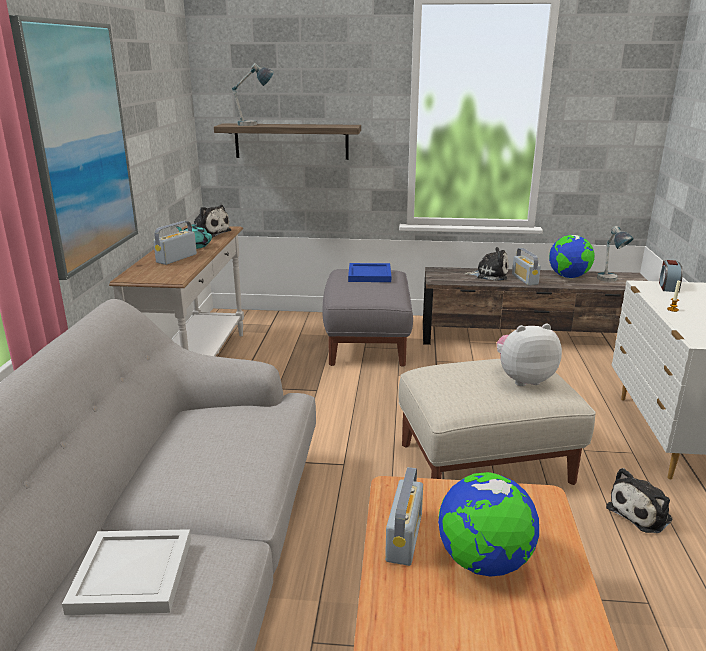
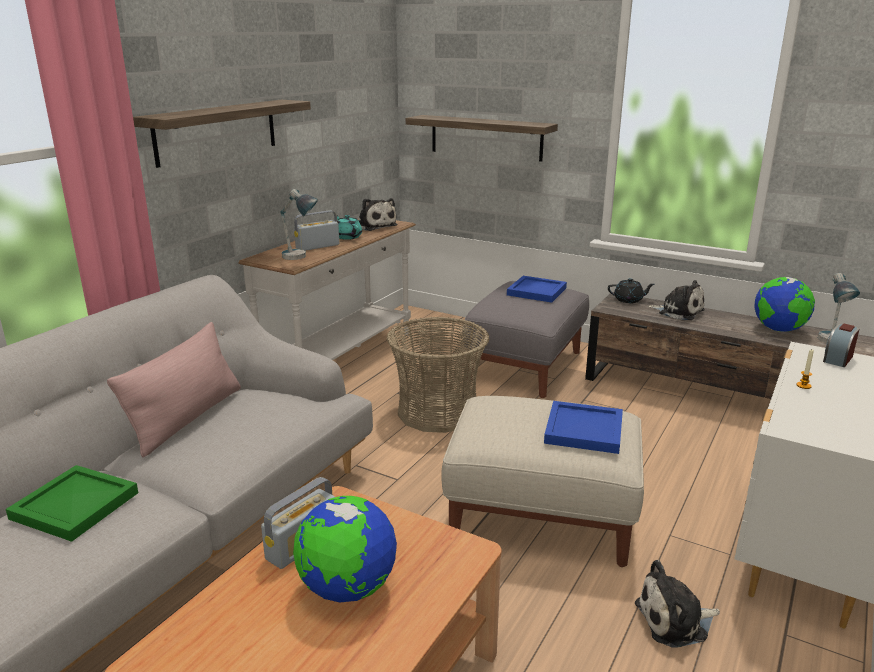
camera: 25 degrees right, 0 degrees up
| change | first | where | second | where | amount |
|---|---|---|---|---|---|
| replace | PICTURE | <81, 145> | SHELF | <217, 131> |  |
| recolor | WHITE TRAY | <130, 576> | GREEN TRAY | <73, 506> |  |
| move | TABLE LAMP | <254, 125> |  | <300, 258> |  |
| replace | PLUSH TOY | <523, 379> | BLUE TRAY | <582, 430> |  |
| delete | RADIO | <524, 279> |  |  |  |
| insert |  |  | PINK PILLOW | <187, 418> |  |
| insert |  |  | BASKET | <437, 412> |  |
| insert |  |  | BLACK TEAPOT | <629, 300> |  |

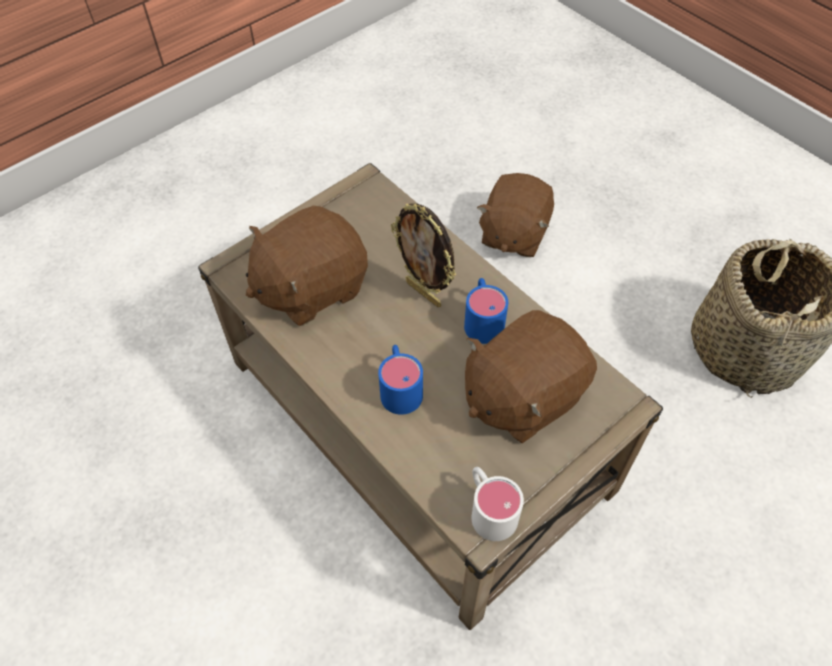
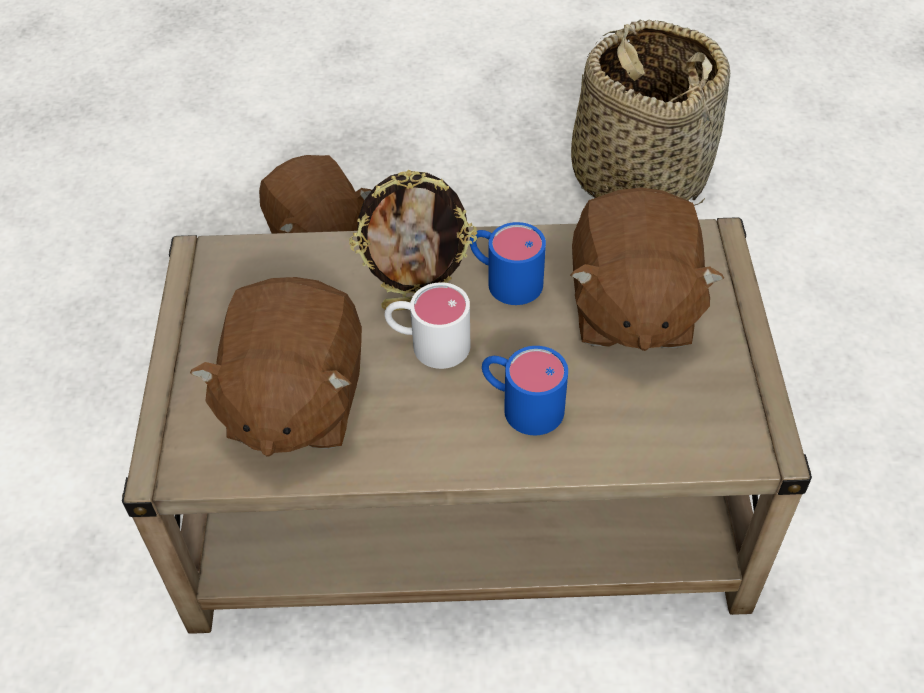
camera: 50 degrees left, 5 degrees down
| change | first | where | second | where | amount |
|---|---|---|---|---|---|
| move | WHITE MUG | <489, 508> |  | <428, 343> |  |

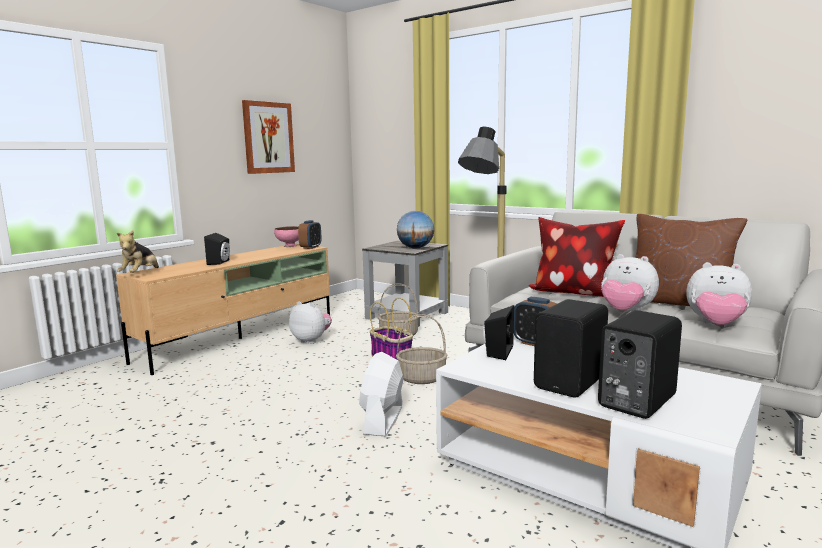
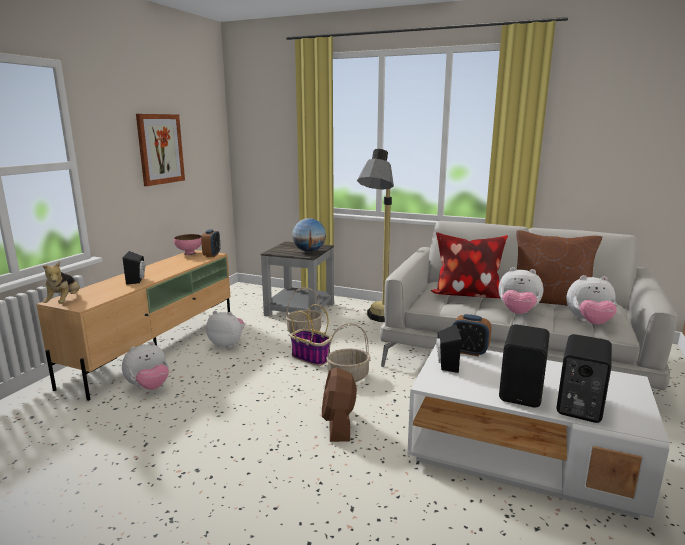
camera: 15 degrees left, 5 degrees up
| change | first | where | second | where | amount |
|---|---|---|---|---|---|
| recolor | WHITE FAN | <383, 420> | BROWN FAN | <338, 424> |  |
| insert |  |  | PLUSH TOY | <149, 387> |  |

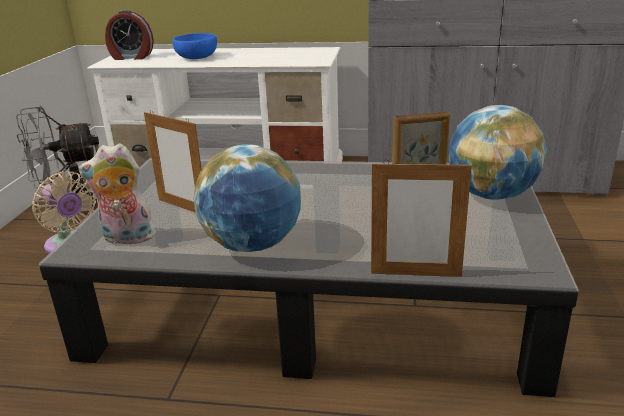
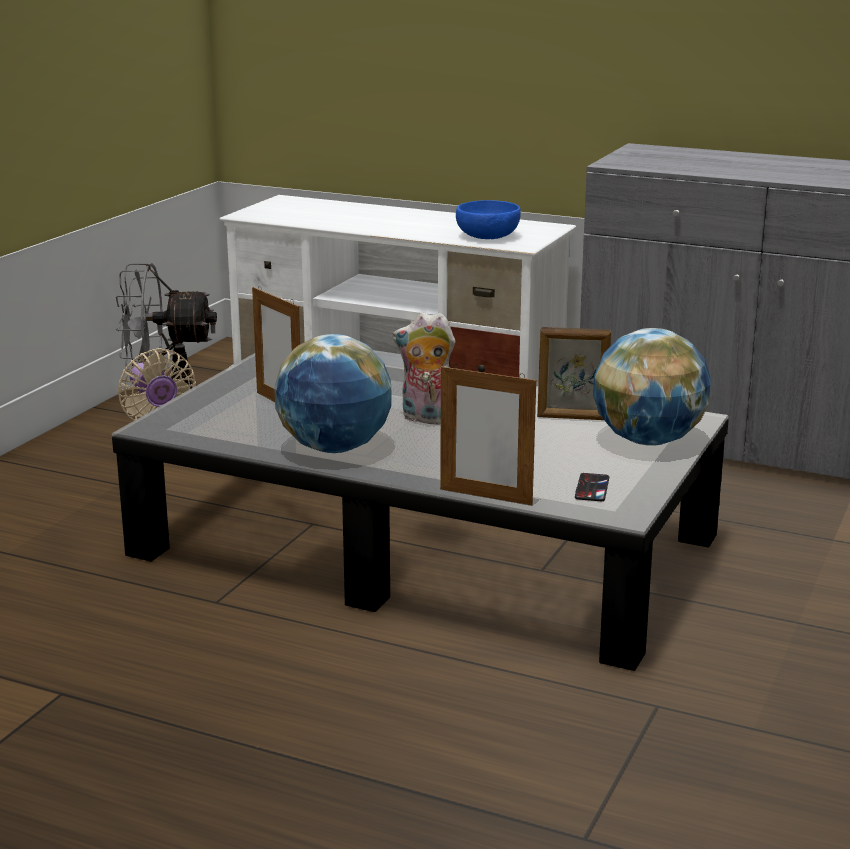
camera: 15 degrees right, 5 degrees down
| change | first | where | second | where | amount |
|---|---|---|---|---|---|
| move | PLUSH TOY | <127, 239> |  | <427, 419> |  |
| delete | ALARM CLOCK | <132, 57> |  |  |  |
| move | BLUE BOWL | <197, 57> |  | <488, 236> |  |
| insert |  |  | PHONE | <592, 488> |  |

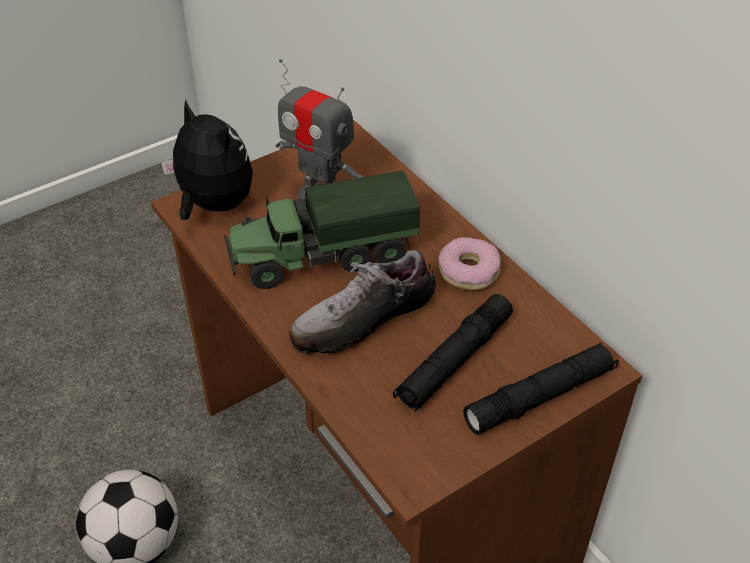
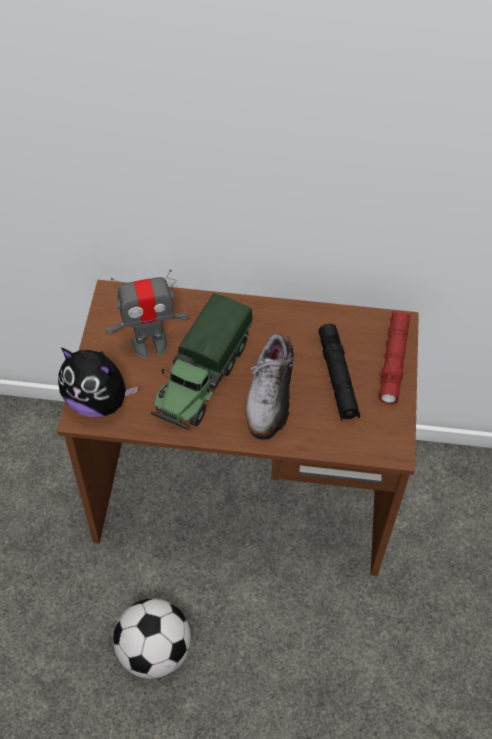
camera: 50 degrees left, 10 degrees up
| change | first | where | second | where | amount |
|---|---|---|---|---|---|
| rotate | PLUSH TOY | <213, 205> |  | <98, 401> | 150 degrees counterclockwise |
| delete | DONUT | <469, 271> |  |  |  |
| recolor | BLACK FLASHLIGHT | <540, 396> | RED FLASHLIGHT | <393, 361> |  |

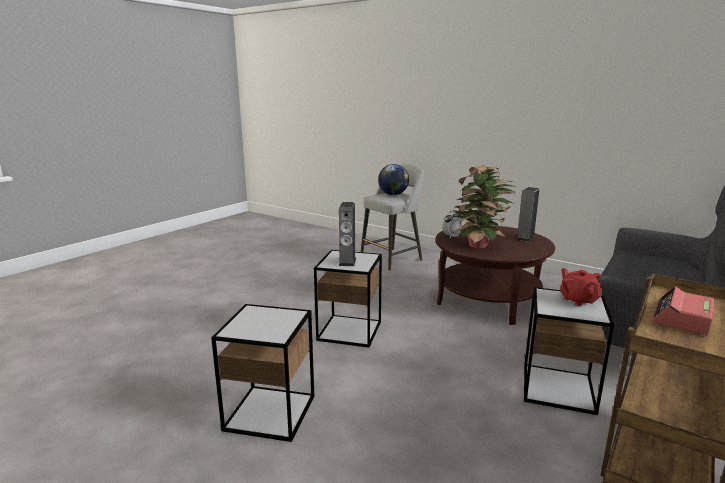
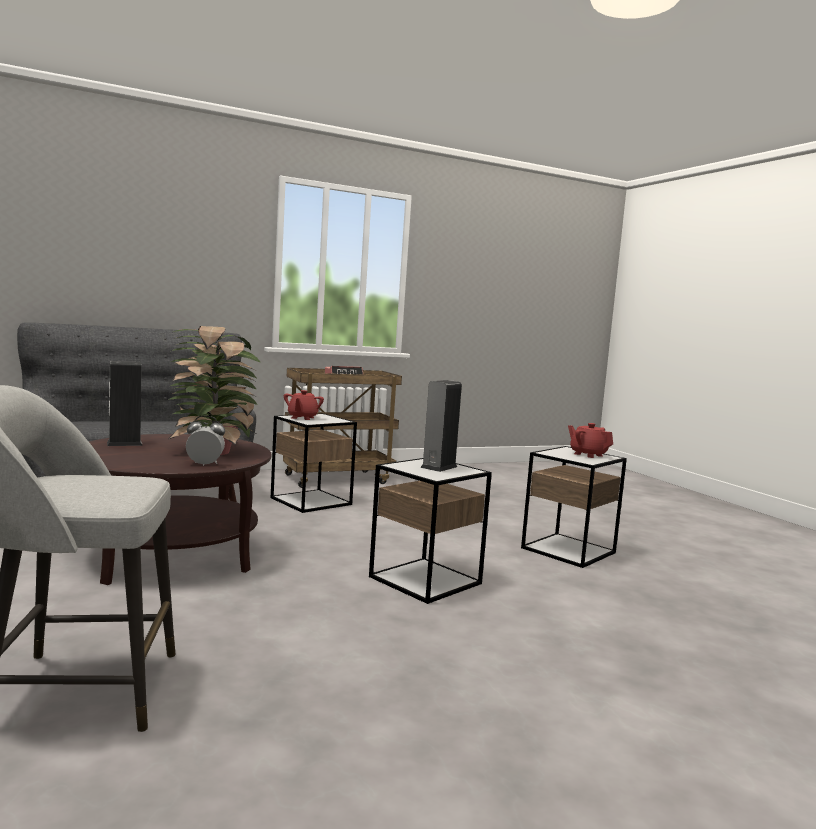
camera: 150 degrees left, 10 degrees down
| change | first | where | second | where | amount |
|---|---|---|---|---|---|
| delete | GLOBE | <393, 195> |  |  |  |
| insert |  |  | RED TEAPOT | <588, 454> |  |

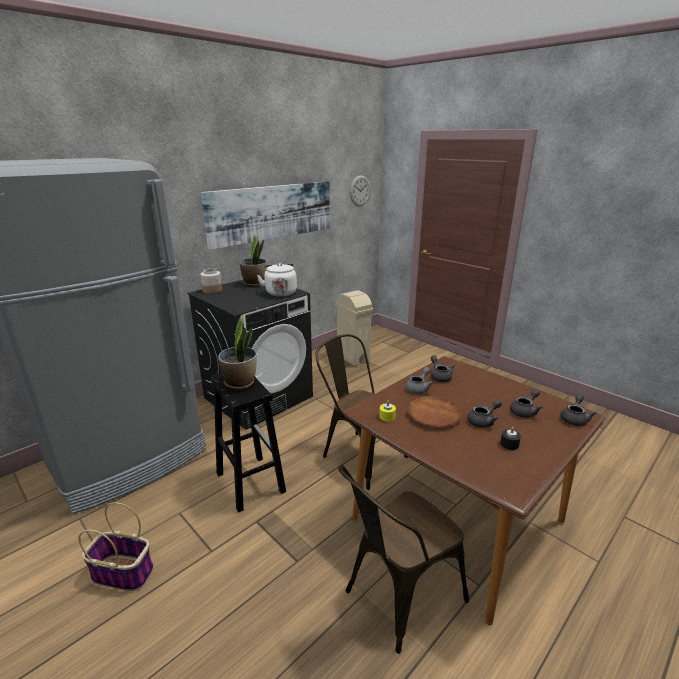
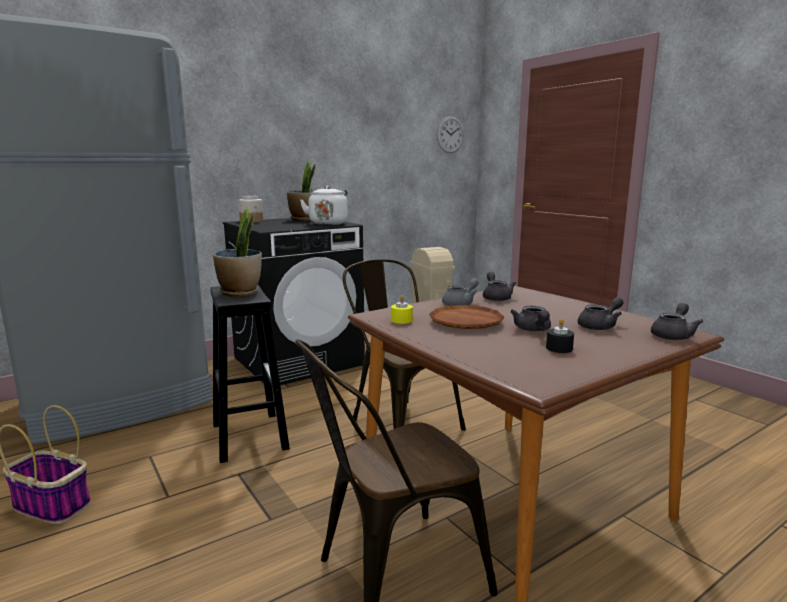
camera: 10 degrees right, 10 degrees down
| change | first | where | second | where | amount |
|---|---|---|---|---|---|
| delete | PICTURE | <272, 212> |  |  |  |
| rotate | GREY TEAPOT | <483, 421> |  | <533, 330> | 105 degrees clockwise |

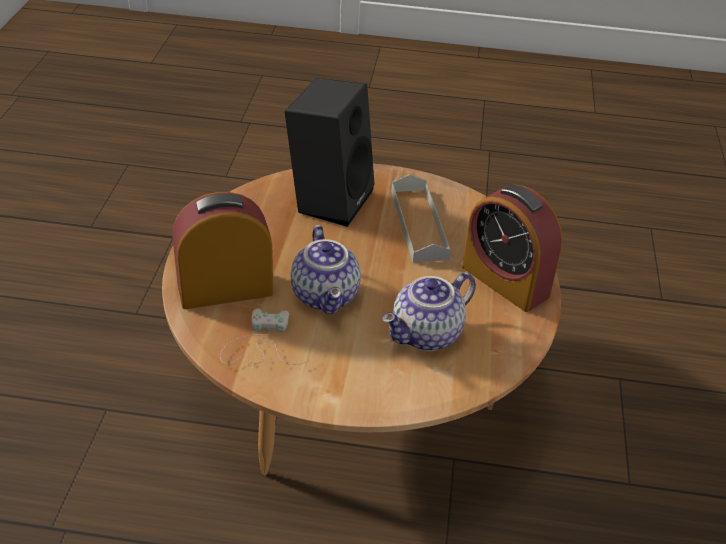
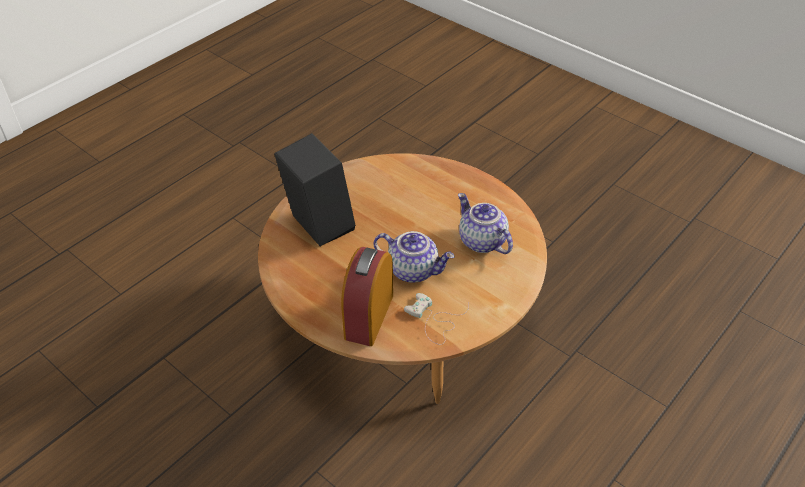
camera: 55 degrees left, 5 degrees up
| change | first | where | second | where | amount |
|---|---|---|---|---|---|
| rotate | TEAPOT | <427, 336> |  | <481, 241> | 150 degrees clockwise |
| delete | GREY TRAY | <419, 224> |  |  |  |
| delete | ALARM CLOCK | <505, 281> |  |  |  |

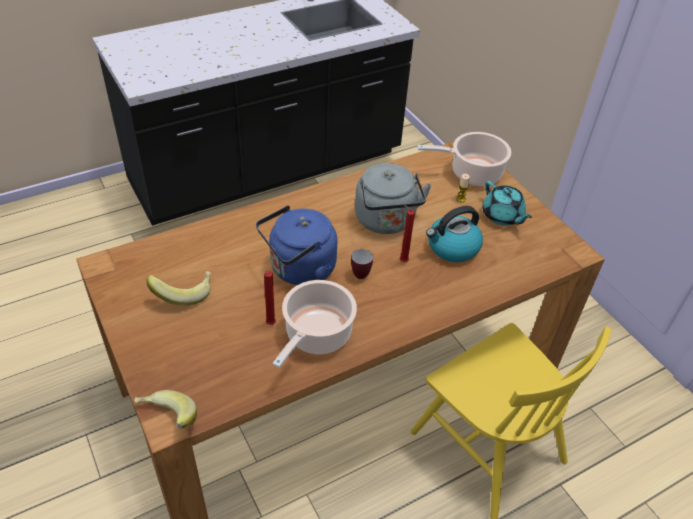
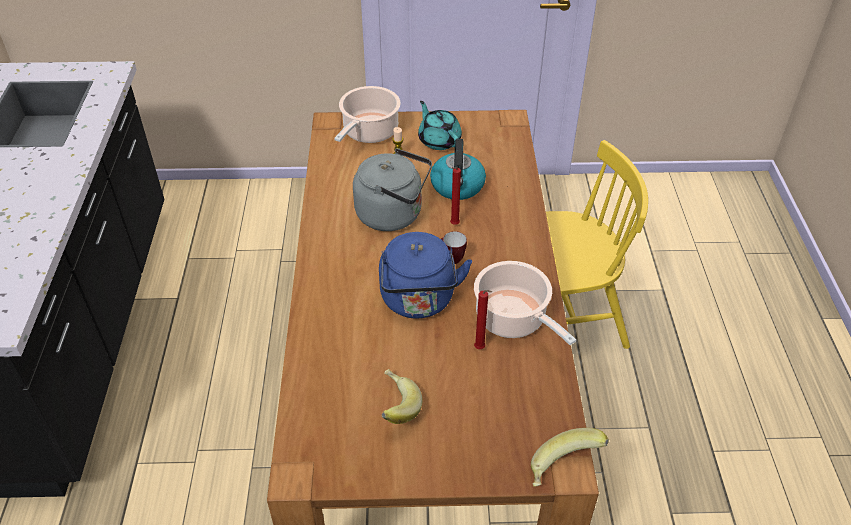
camera: 60 degrees left, 0 degrees up
| change | first | where | second | where | amount |
|---|---|---|---|---|---|
| rotate | TURQUOISE TEAPOT | <502, 216> |  | <439, 140> | 120 degrees counterclockwise |

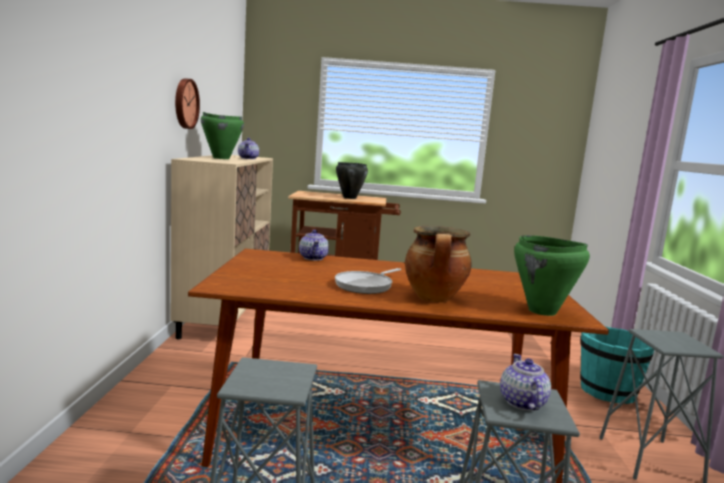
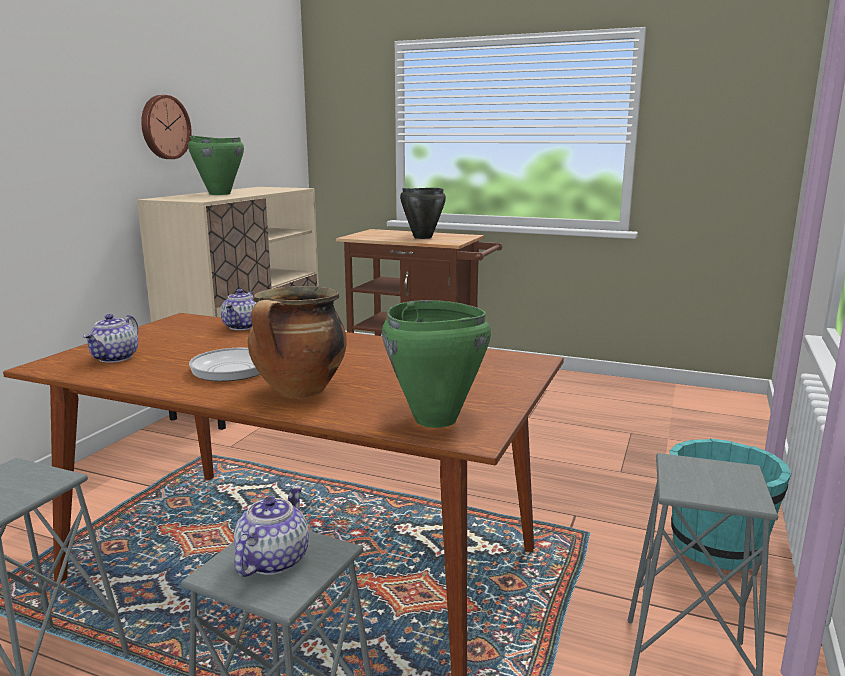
camera: 20 degrees right, 5 degrees up
| change | first | where | second | where | amount |
|---|---|---|---|---|---|
| move | TEAPOT | <248, 158> |  | <115, 358> |  |

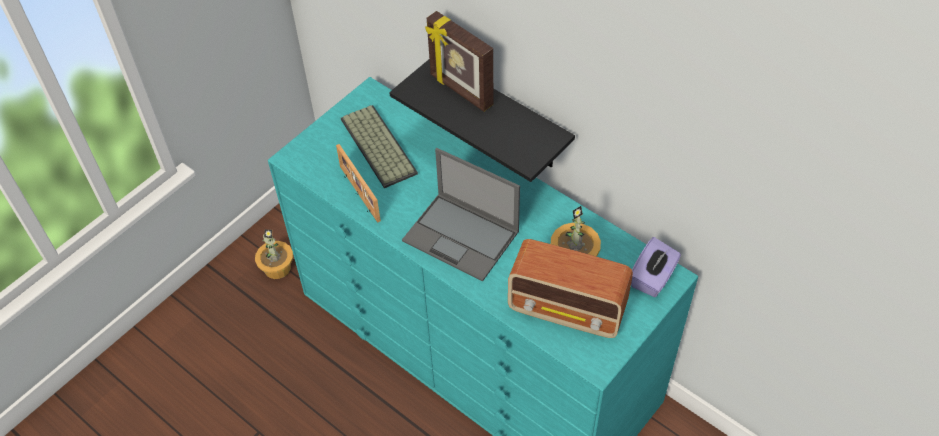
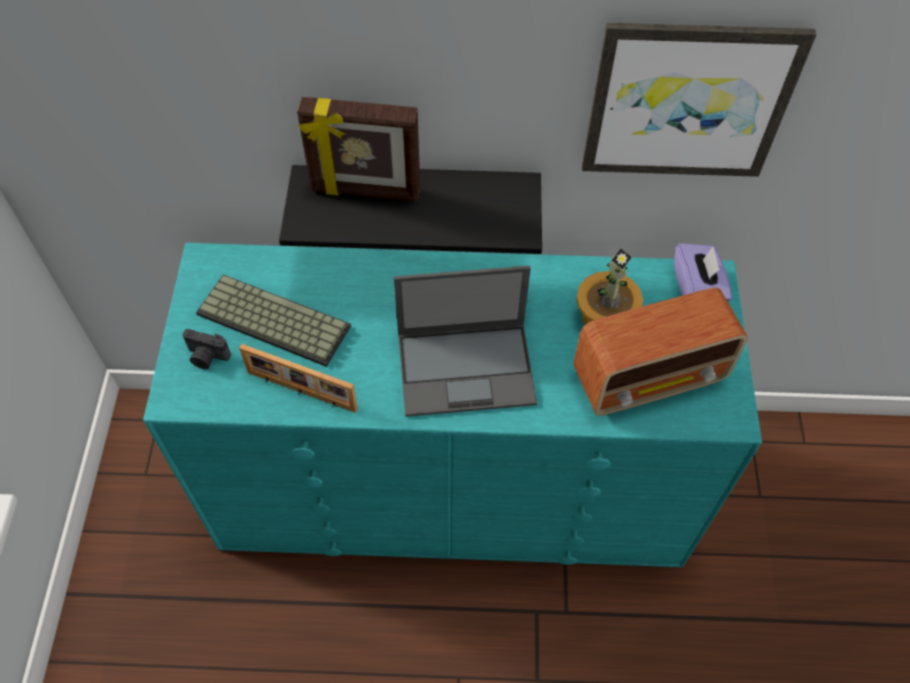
camera: 40 degrees left, 5 degrees up
| change | first | where | second | where | amount |
|---|---|---|---|---|---|
| delete | POTTED PLANT | <277, 267> |  |  |  |
| insert |  |  | PHOTO CAMERA | <207, 357> |  |
| insert |  |  | PICTURE | <688, 101> |  |

